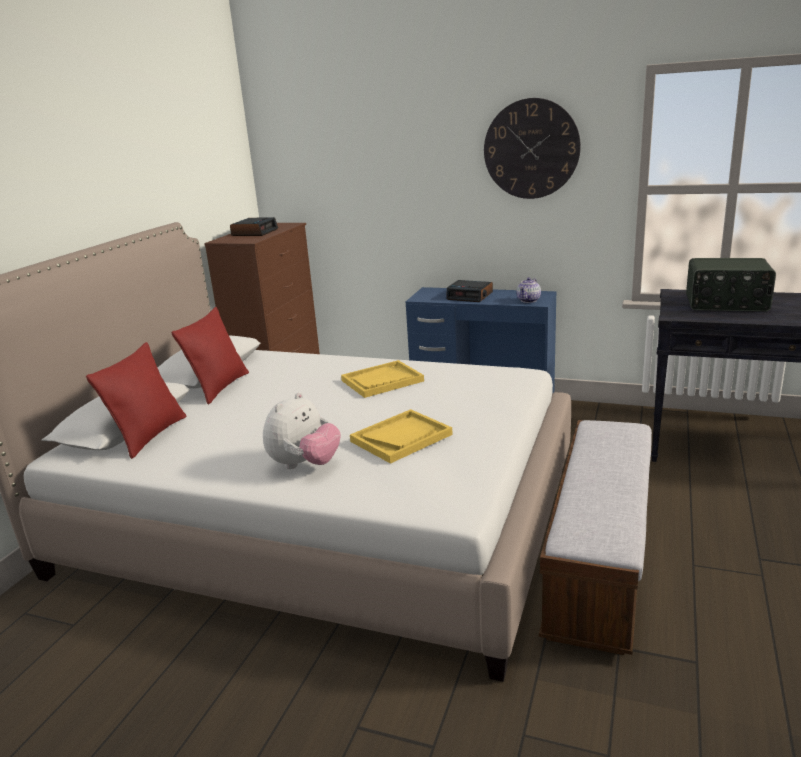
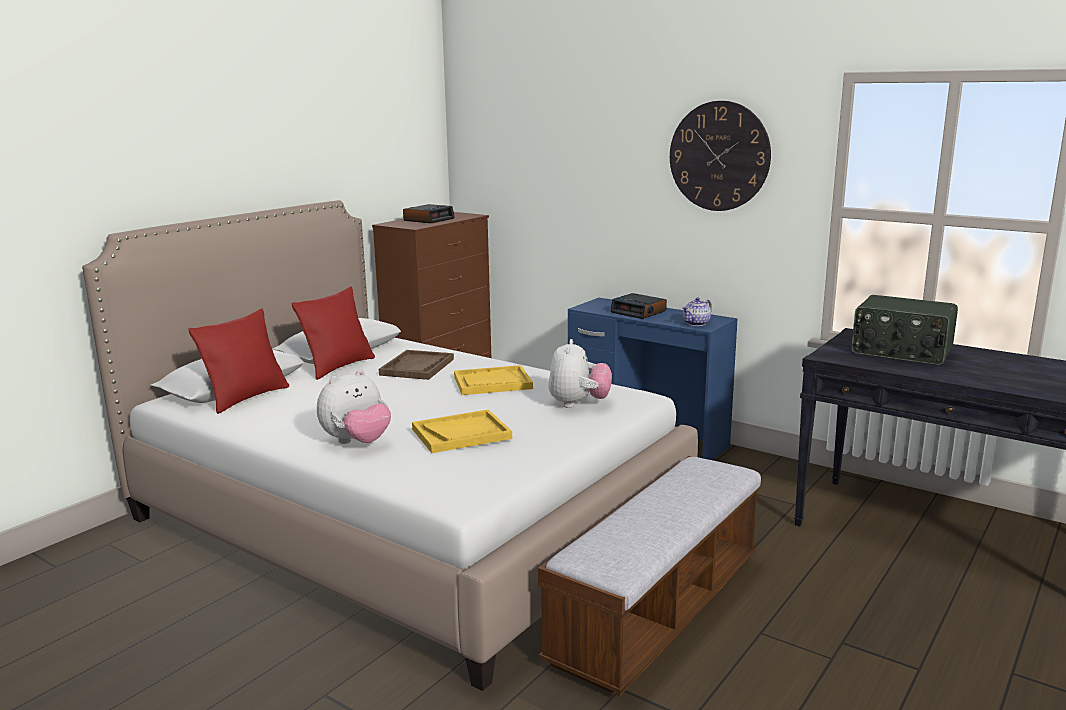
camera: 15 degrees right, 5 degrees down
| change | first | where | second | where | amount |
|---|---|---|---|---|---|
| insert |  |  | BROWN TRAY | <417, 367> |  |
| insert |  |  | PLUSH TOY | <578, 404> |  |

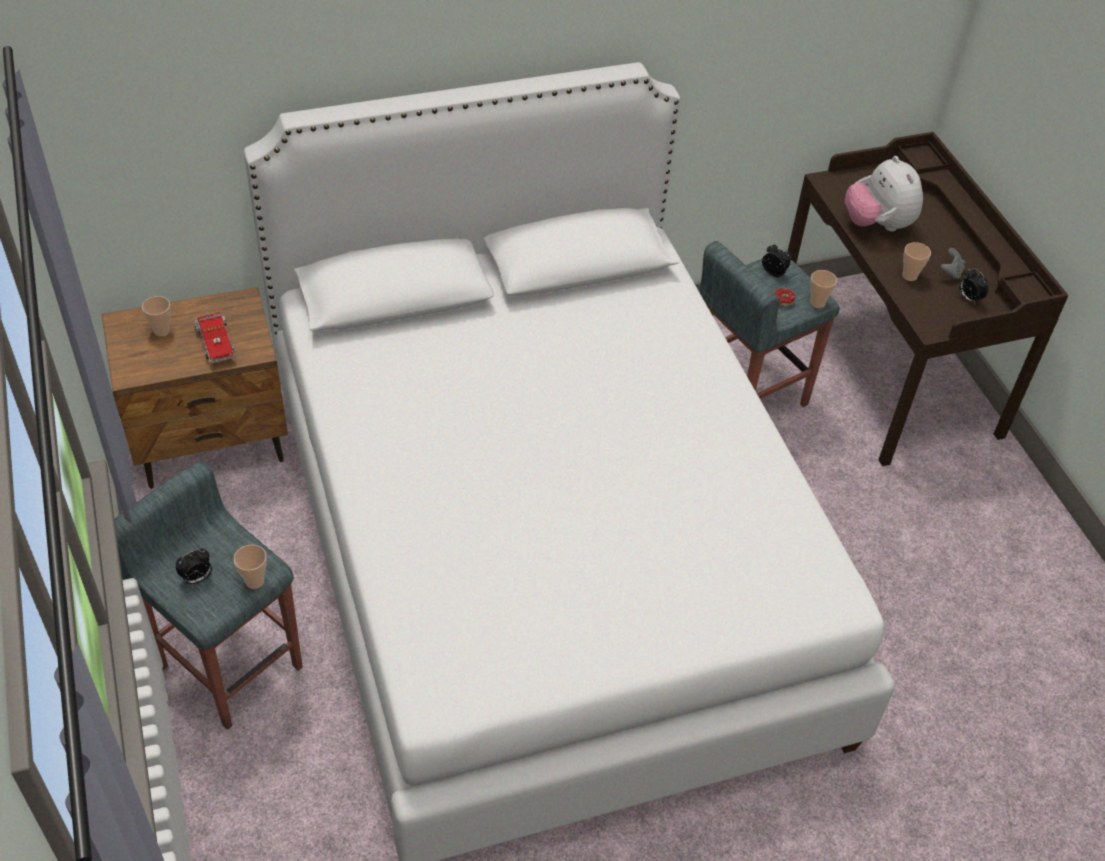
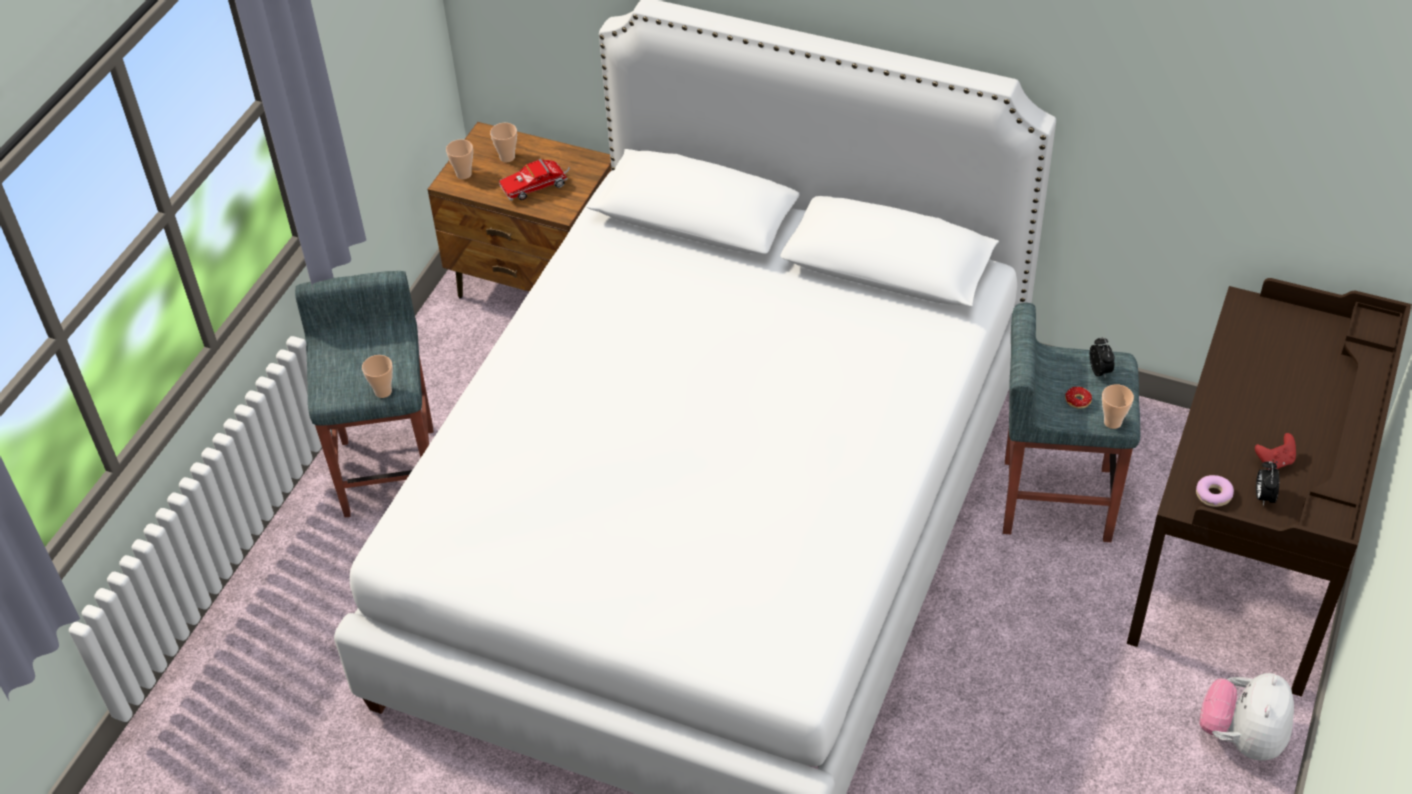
camera: 45 degrees right, 0 degrees up
| change | first | where | second | where | amount |
|---|---|---|---|---|---|
| delete | ALARM CLOCK | <197, 579> |  |  |  |
| rotate | TOY TRUCK | <215, 342> |  | <537, 186> | 45 degrees clockwise |
| move | PLUSH TOY | <877, 224> |  | <1242, 737> |  |
| move | CUP | <909, 276> |  | <463, 174> |  |
| recolor | GREY GAME CONTROLLER | <950, 273> | RED GAME CONTROLLER | <1275, 461> |  |
| insert |  |  | DONUT | <1213, 495> |  |

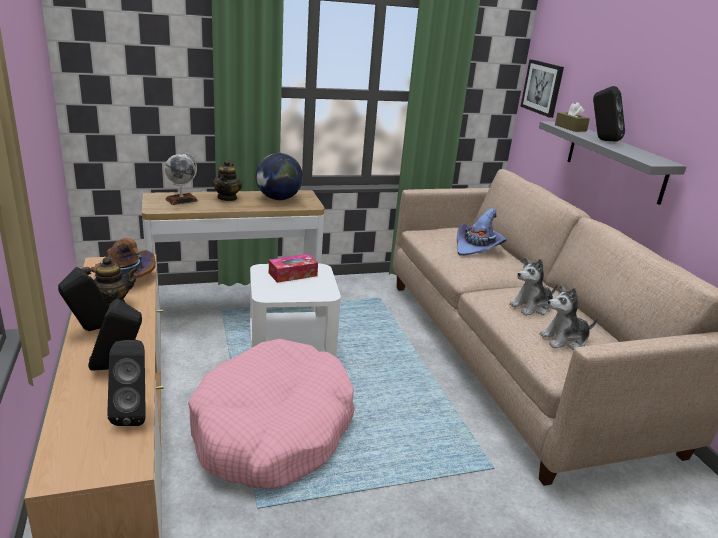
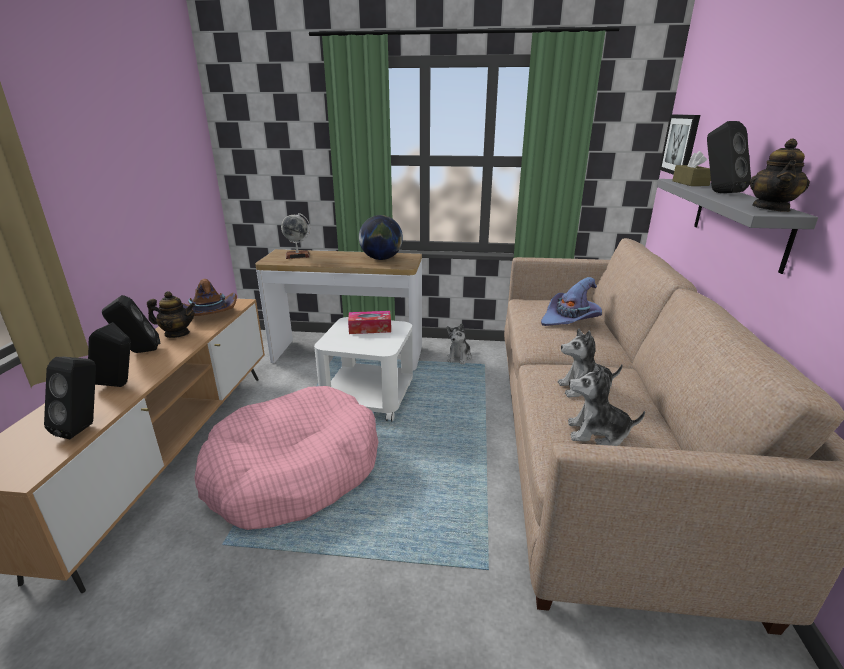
camera: 25 degrees right, 0 degrees up
| change | first | where | second | where | amount |
|---|---|---|---|---|---|
| move | TEAPOT | <227, 198> |  | <771, 208> |  |
| insert |  |  | PLUSH TOY | <459, 357> |  |

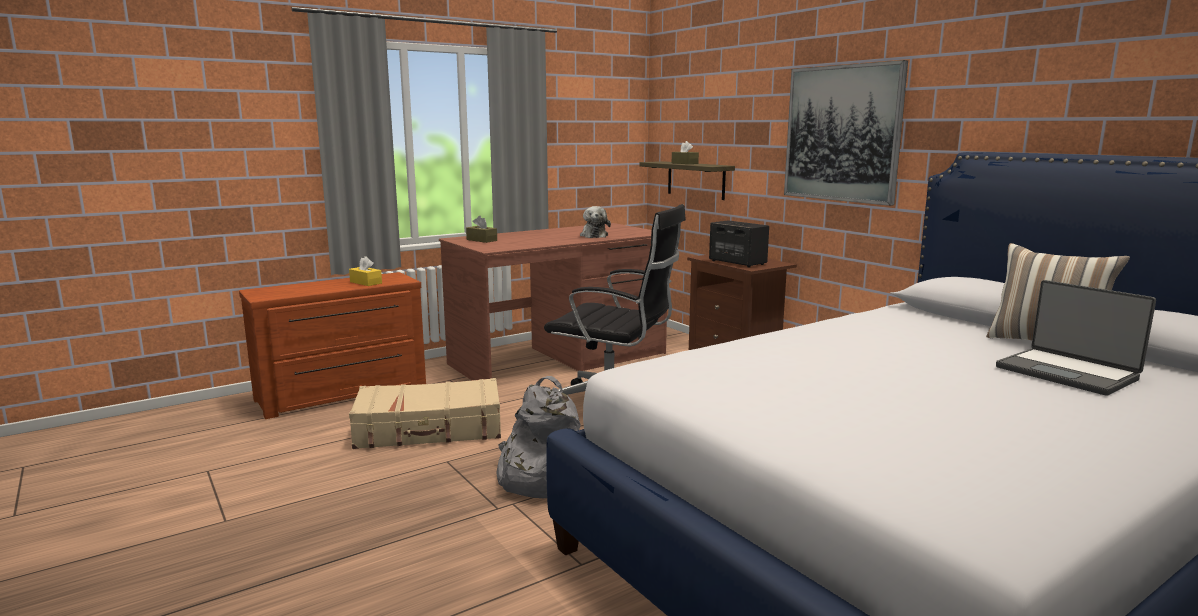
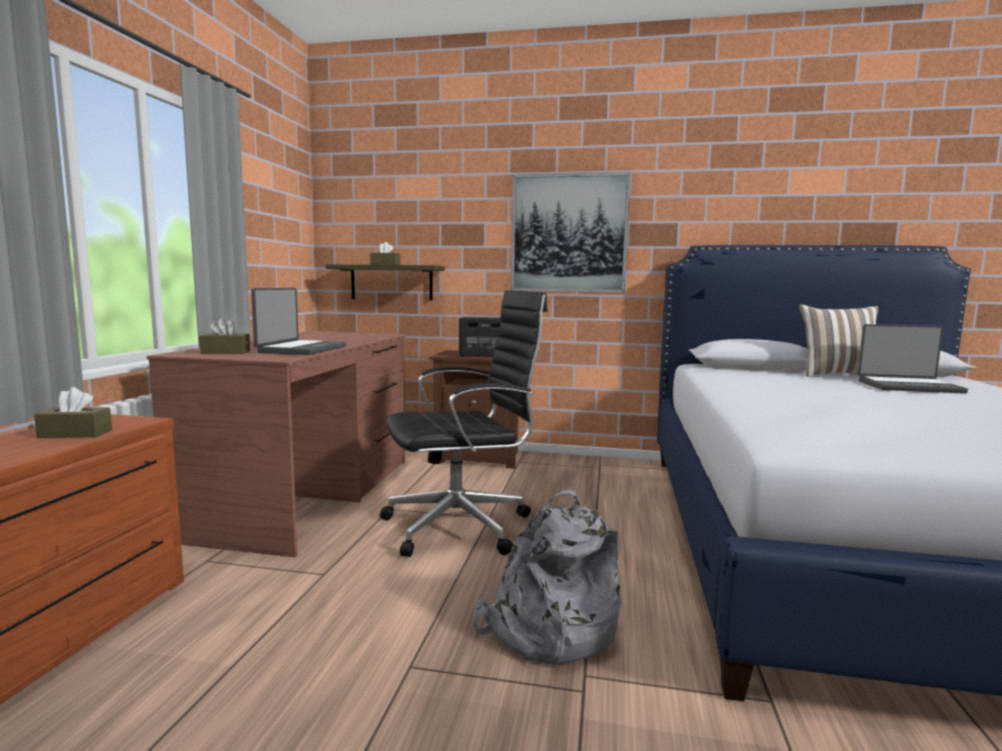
camera: 45 degrees left, 5 degrees down
| change | first | where | second | where | amount |
|---|---|---|---|---|---|
| recolor | YELLOW TISSUE BOX | <366, 282> | BROWN TISSUE BOX | <75, 433> |  |
| delete | BEIGE SUITCASE | <430, 429> |  |  |  |
| delete | PLUSH TOY | <594, 235> |  |  |  |
| insert |  |  | LAPTOP | <301, 349> |  |

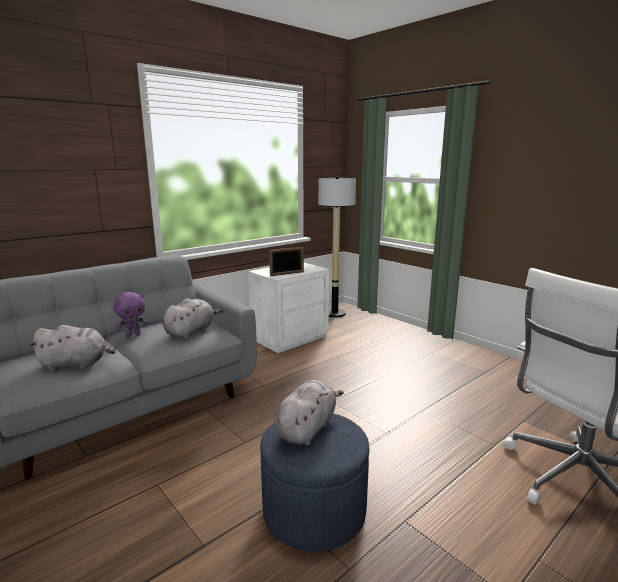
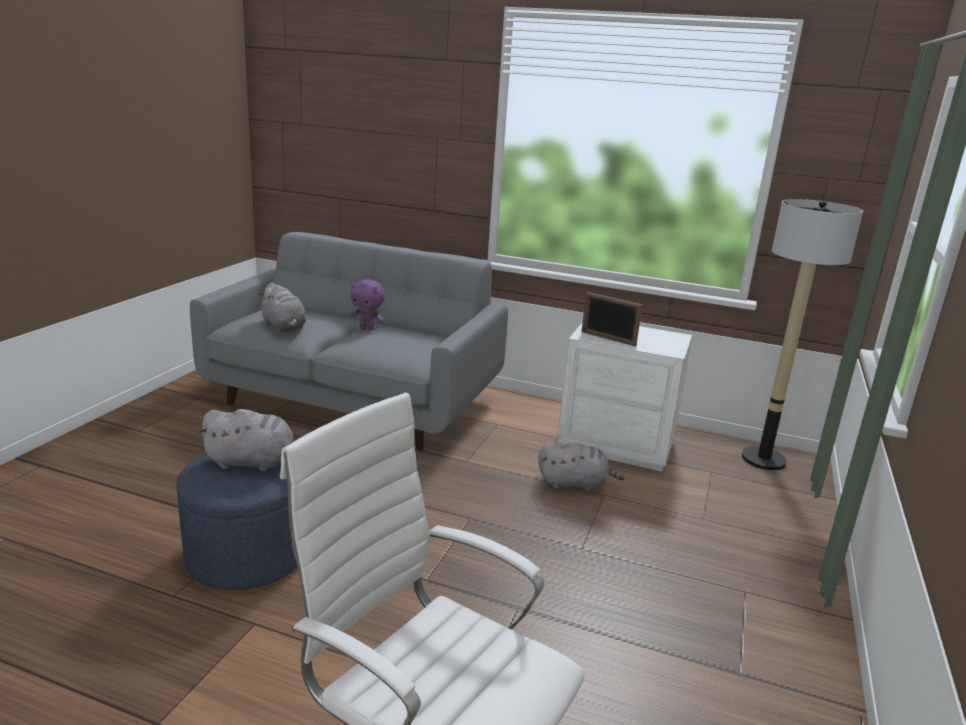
camera: 60 degrees right, 5 degrees up
| change | first | where | second | where | amount |
|---|---|---|---|---|---|
| move | GREY PLUSH TOY | <191, 332> |  | <575, 484> |  |

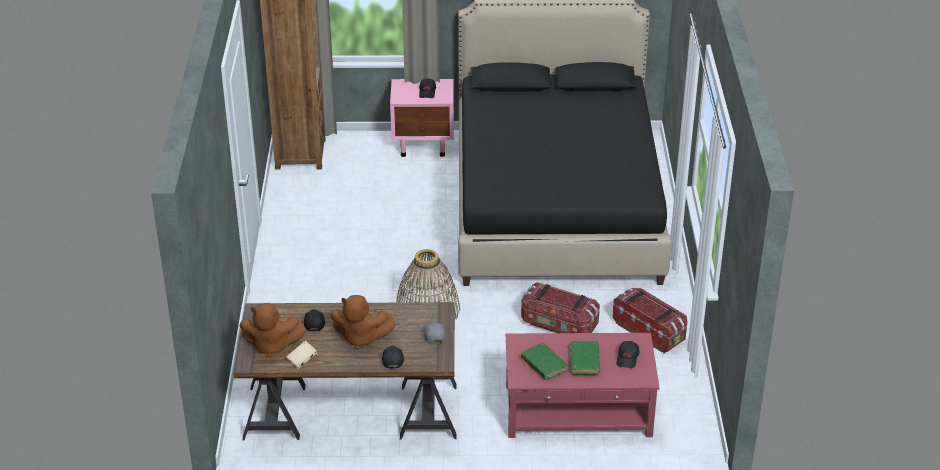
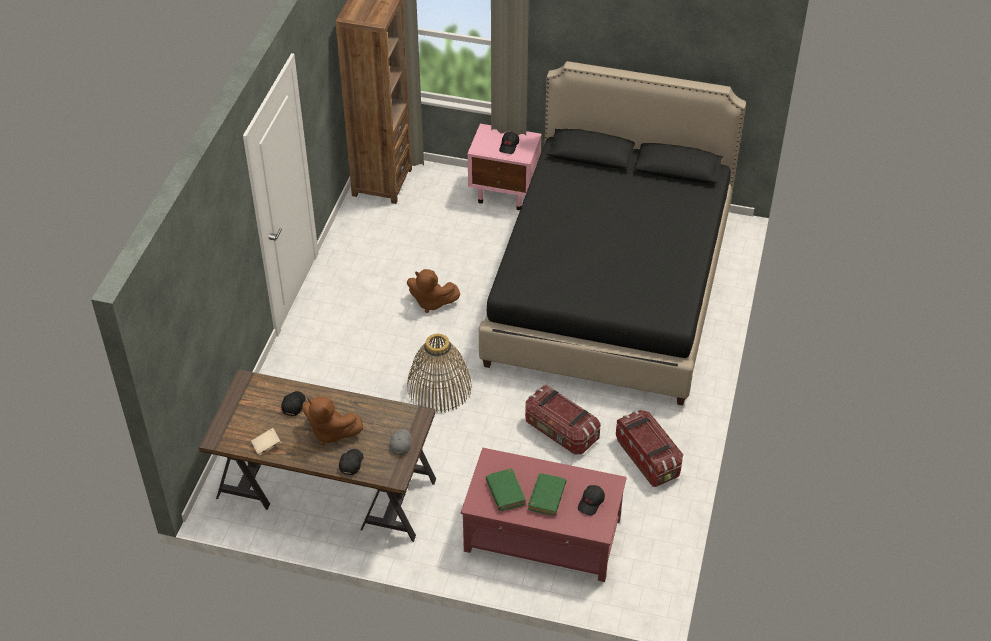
camera: 15 degrees right, 10 degrees up
| change | first | where | second | where | amount |
|---|---|---|---|---|---|
| move | BROWN PLUSH TOY | <272, 346> |  | <431, 302> |  |

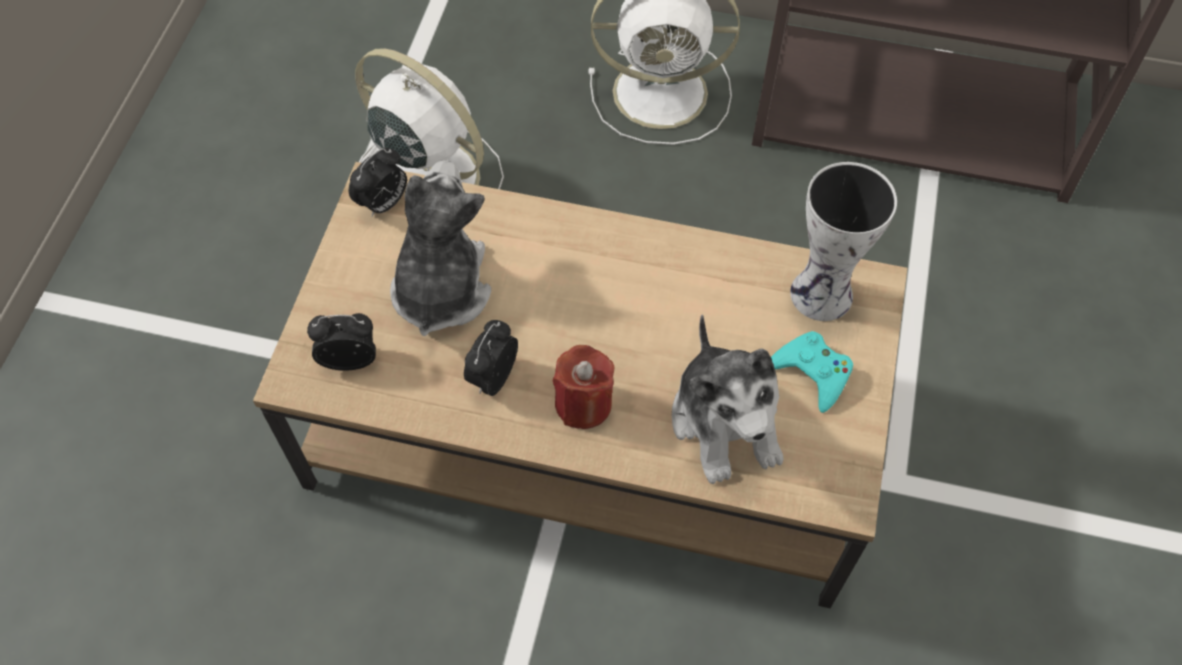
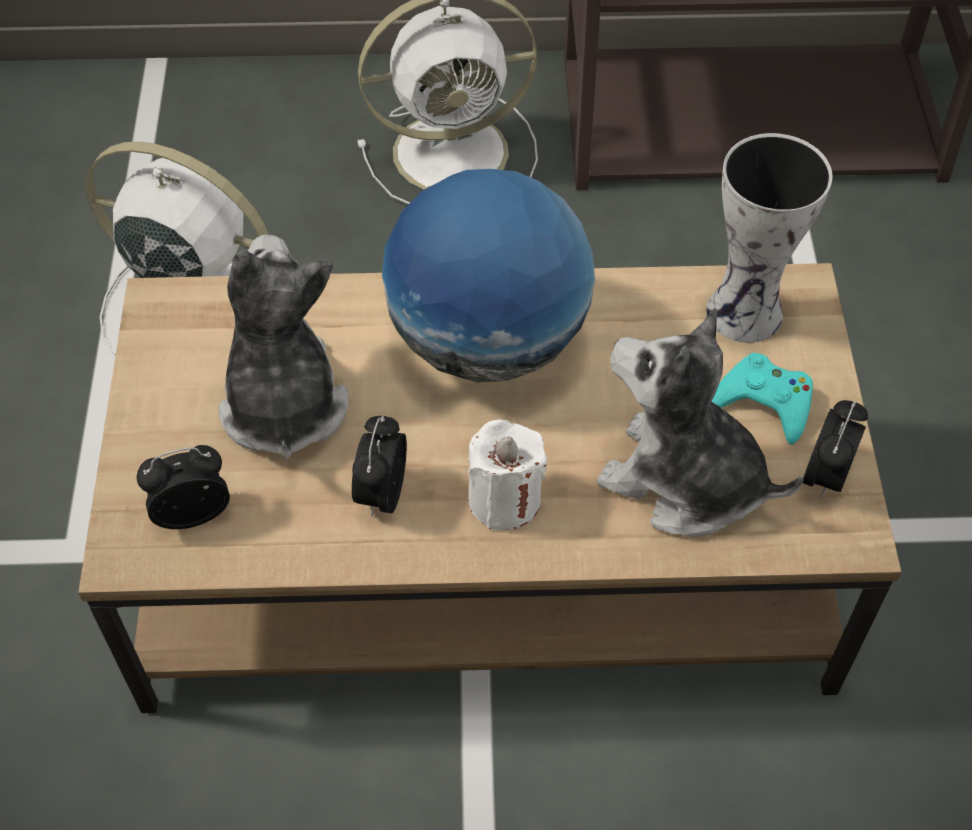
camera: 15 degrees left, 5 degrees down
| change | first | where | second | where | amount |
|---|---|---|---|---|---|
| move | ALARM CLOCK | <383, 204> |  | <825, 477> |  |
| recolor | RED CANDLE | <583, 403> | WHITE CANDLE | <504, 499> |  |
| rotate | PLUSH TOY | <726, 422> |  | <683, 481> | 150 degrees clockwise |
| insert |  |  | GLOBE | <488, 342> |  |

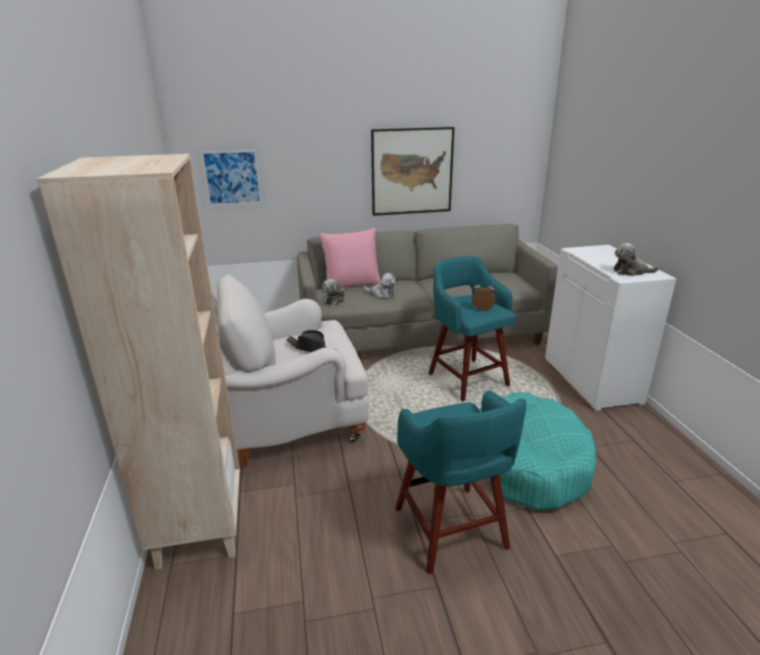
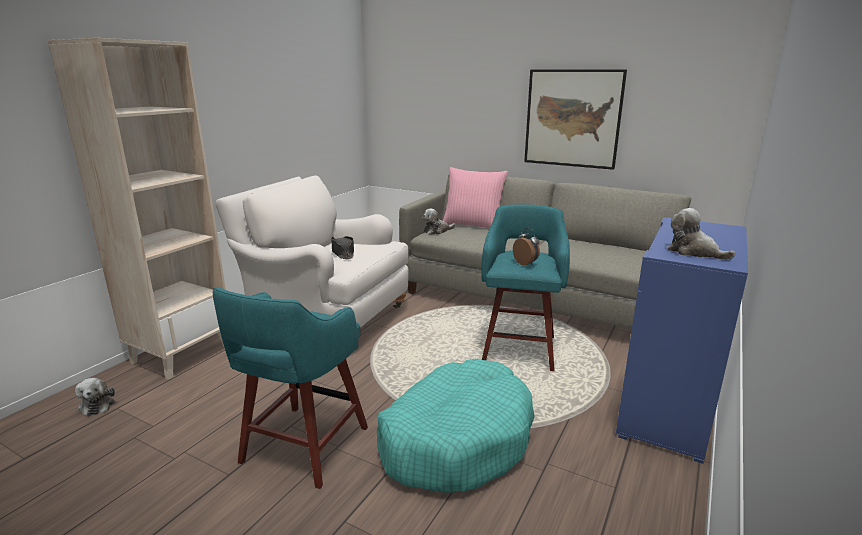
camera: 40 degrees right, 5 degrees down
| change | first | where | second | where | amount |
|---|---|---|---|---|---|
| delete | PICTURE | <232, 178> |  |  |  |
| move | PLUSH TOY | <381, 294> |  | <97, 404> |  |
| recolor | WHITE CABINET | <592, 380> | BLUE CABINET | <668, 409> |  |

